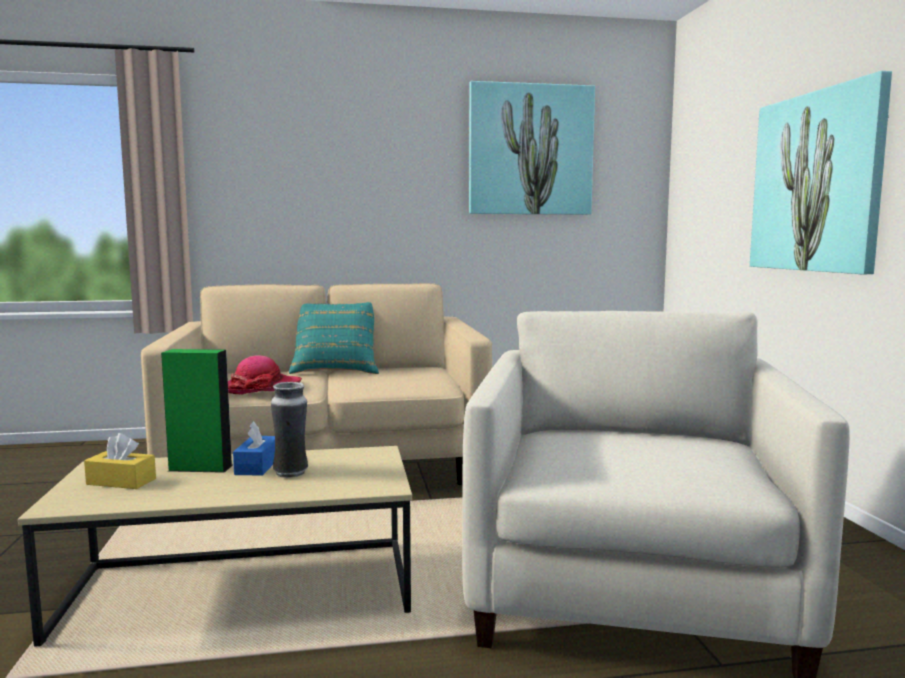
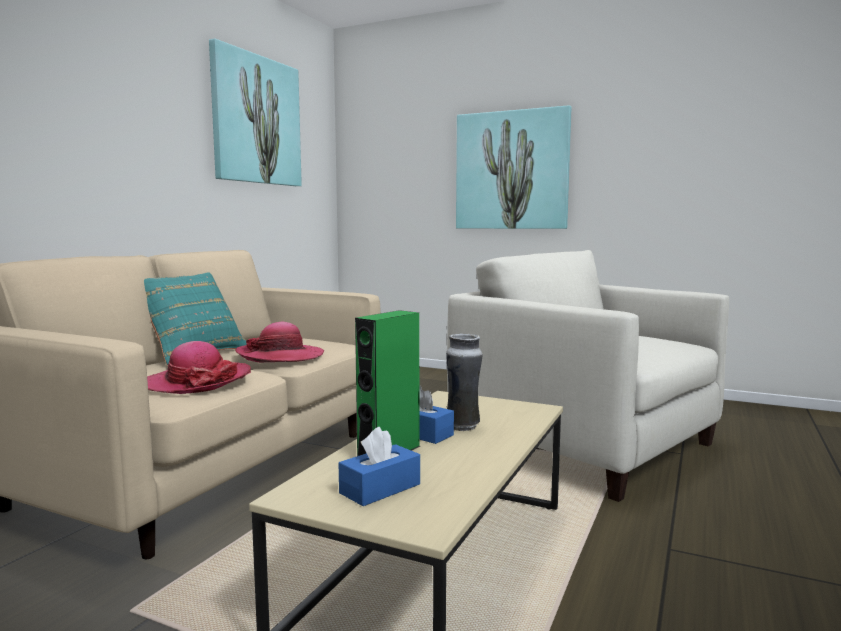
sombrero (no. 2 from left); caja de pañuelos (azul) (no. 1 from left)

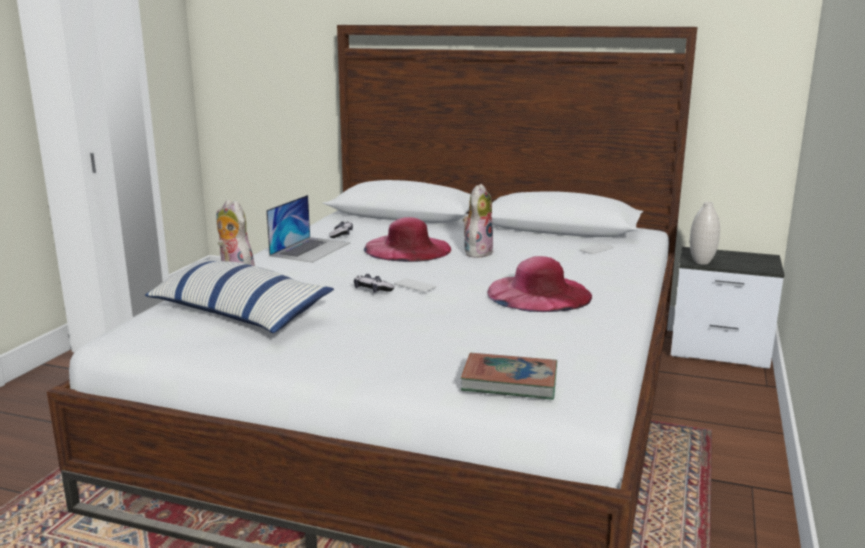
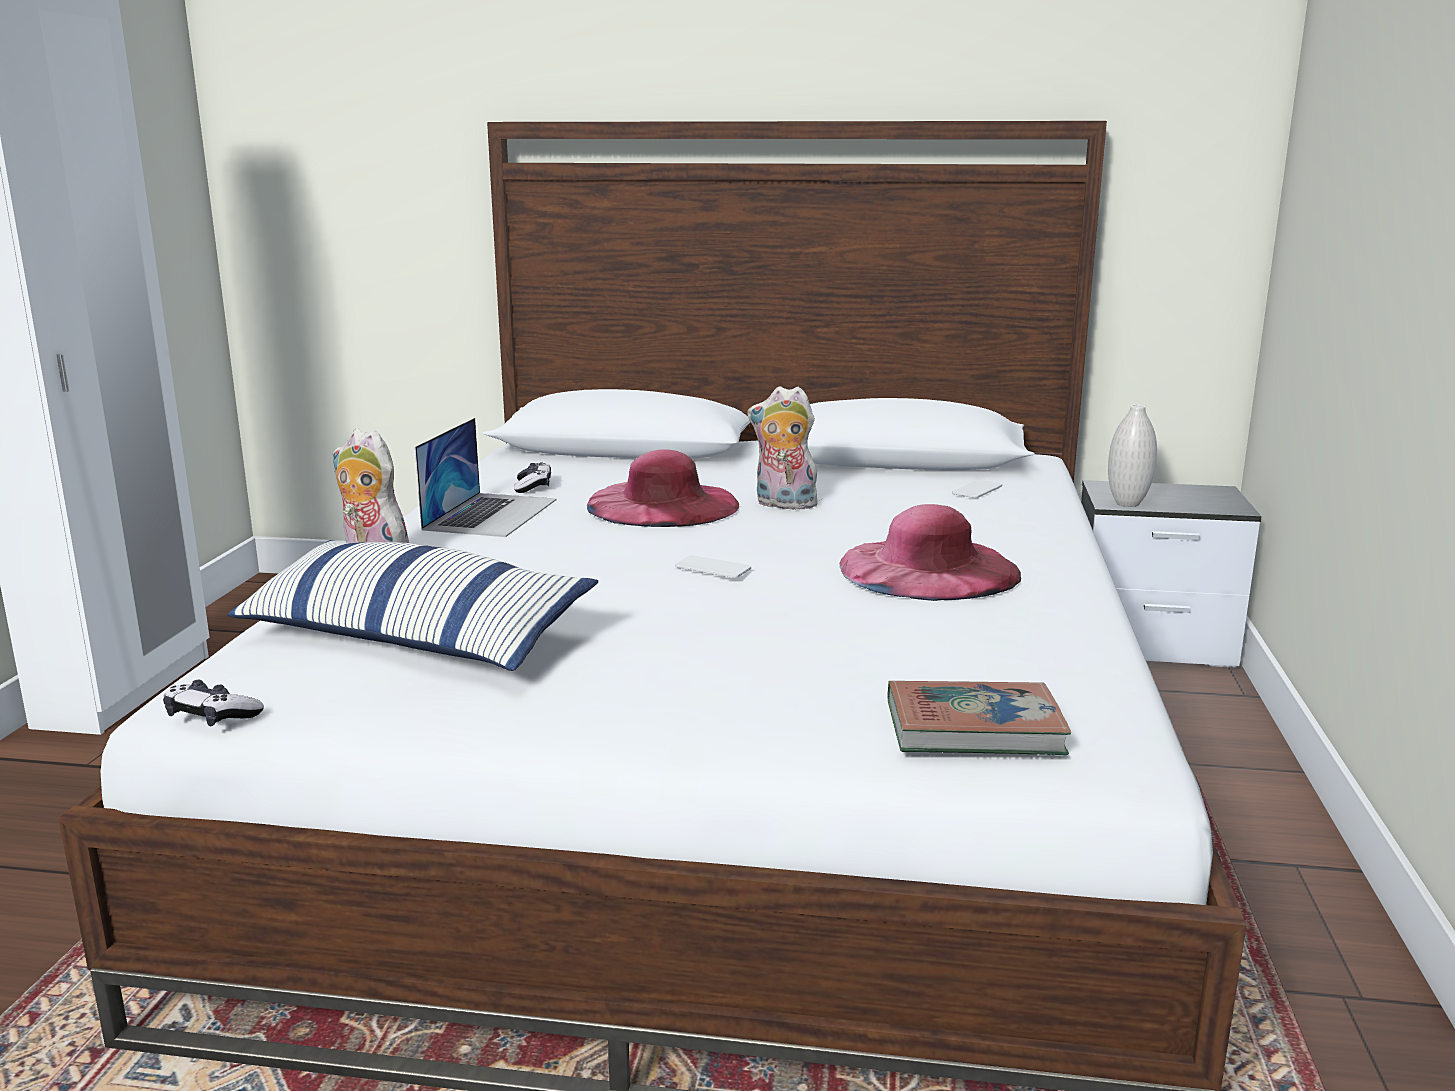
mando de consola (no. 1 from left); peluche (no. 2 from left)

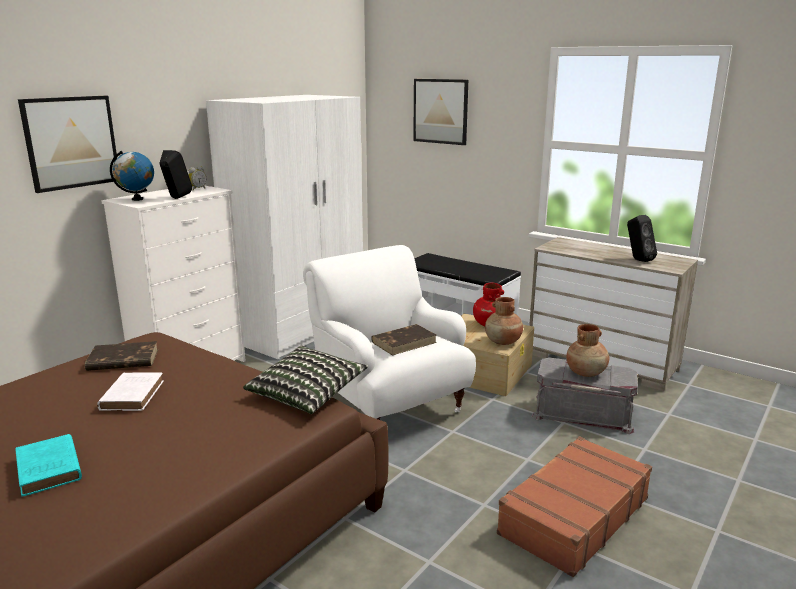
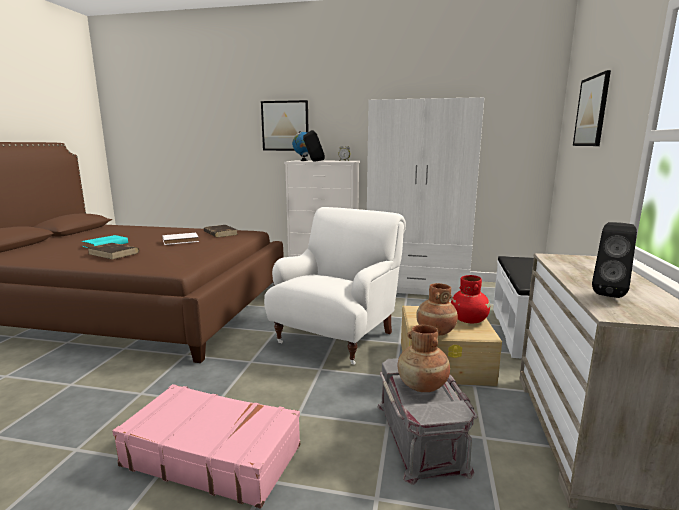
cojín; libro (marrón) (no. 1 from left); maleta (rosa)

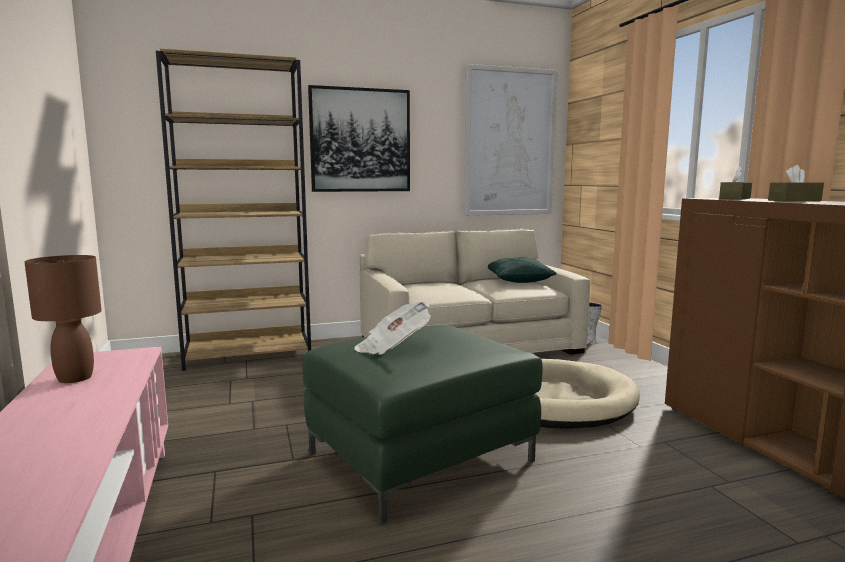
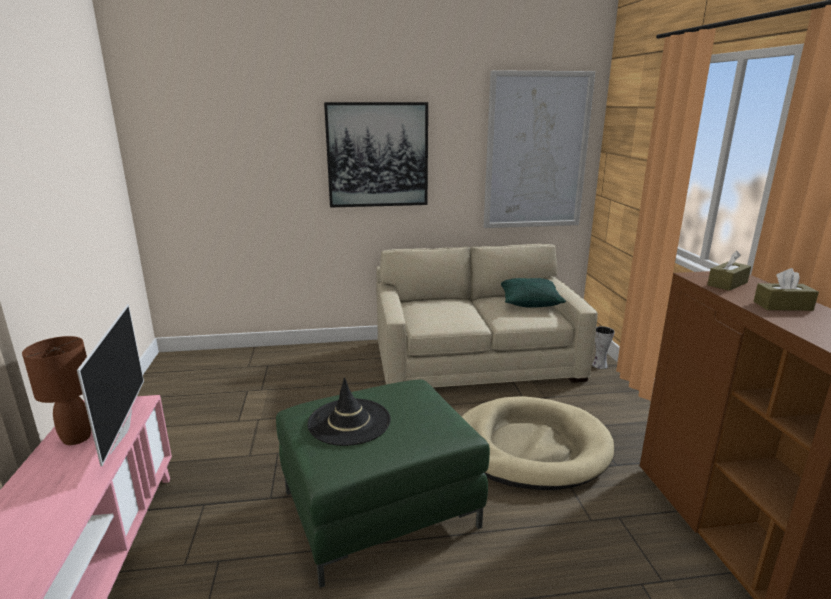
estantería (marrón); televisor; sombrero (negro)

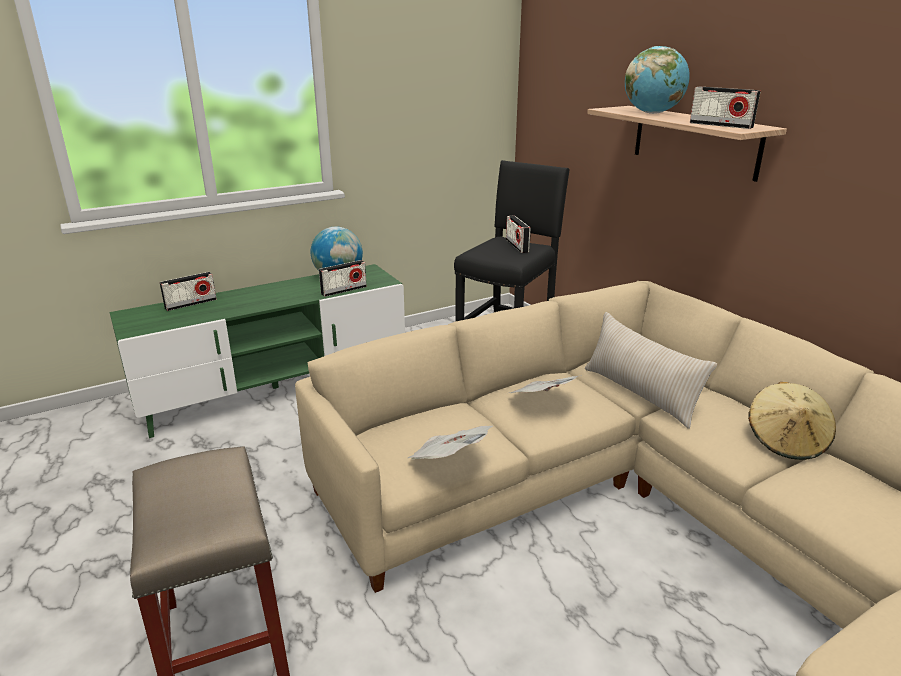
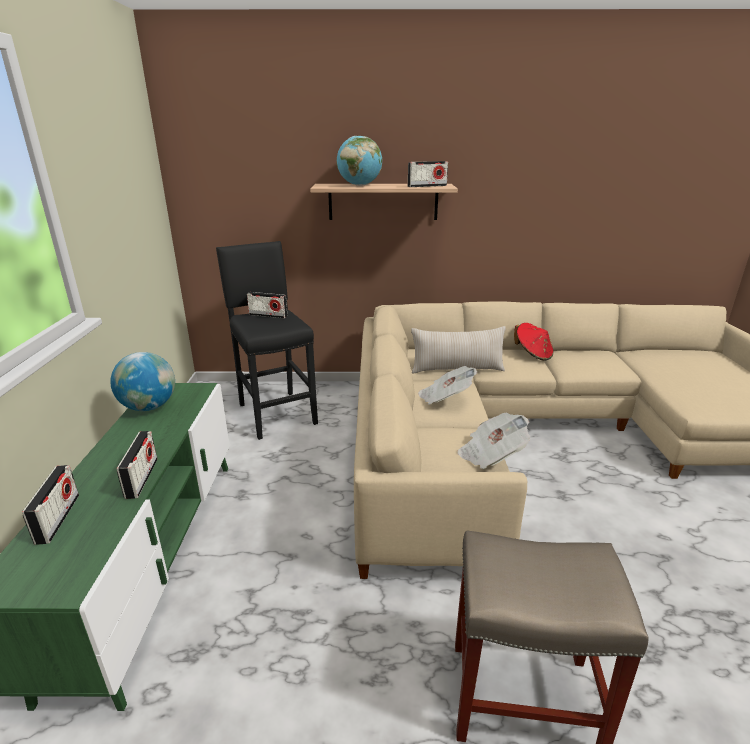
radio (no. 2 from left); sombrero (rojo)

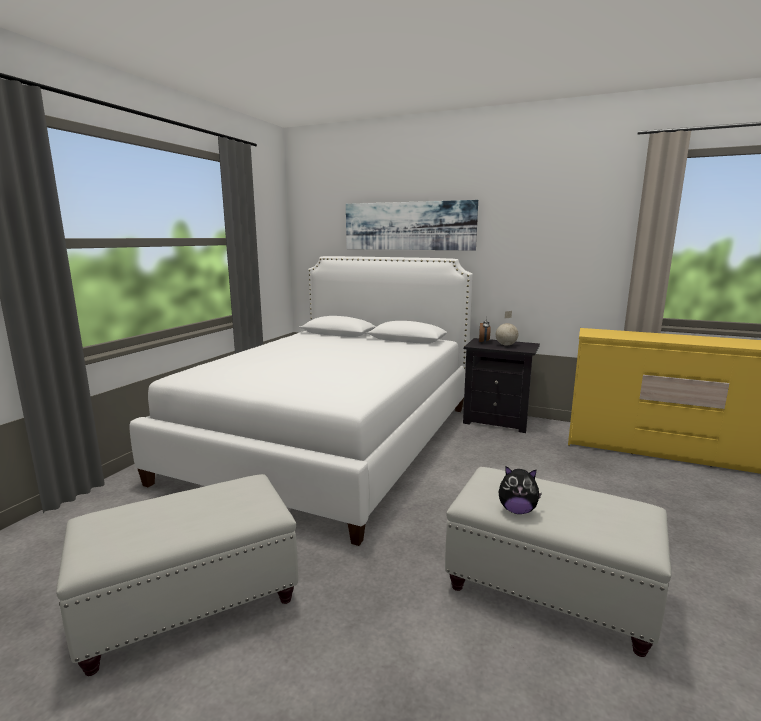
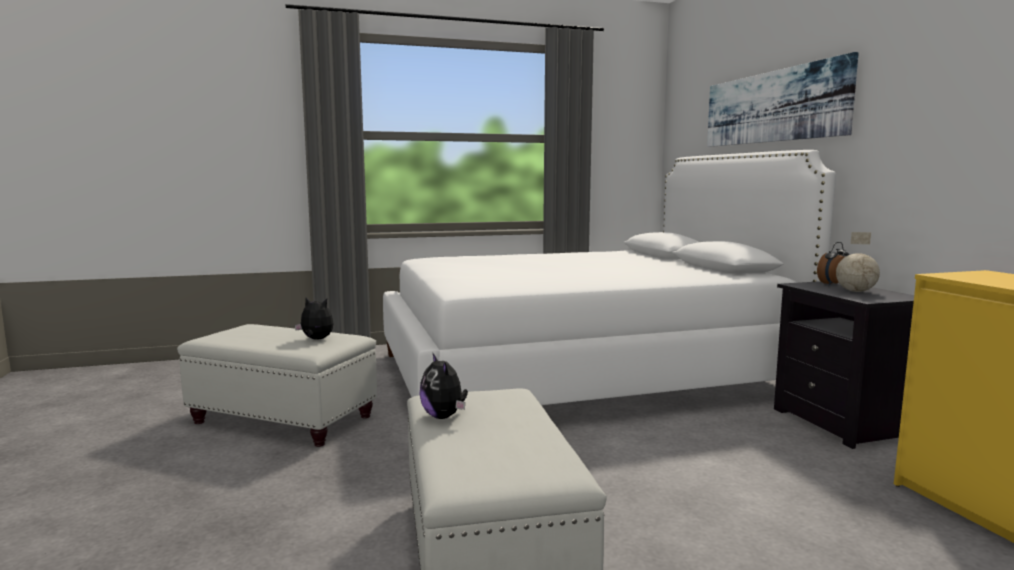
peluche (no. 1 from left)

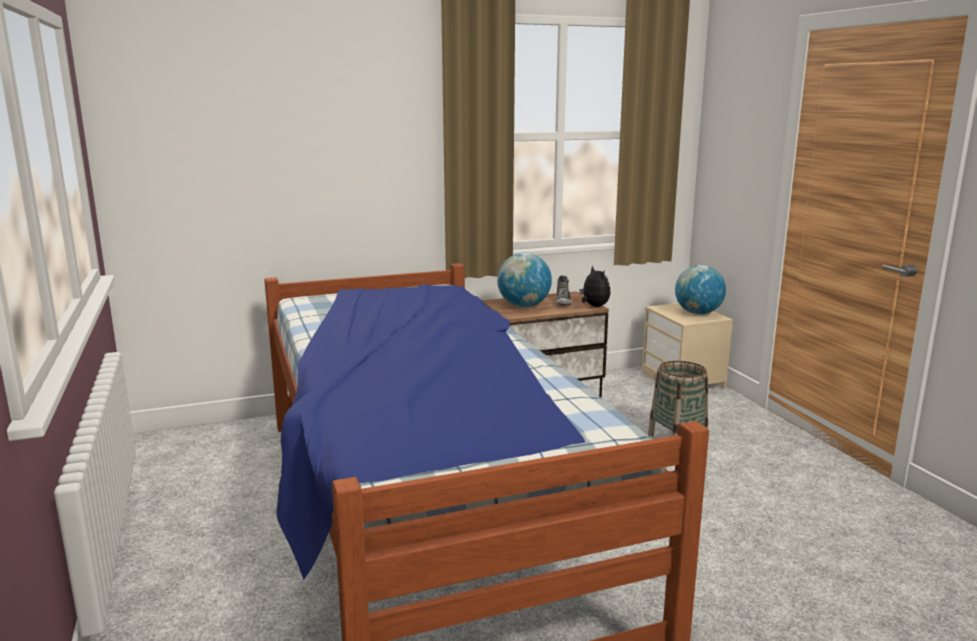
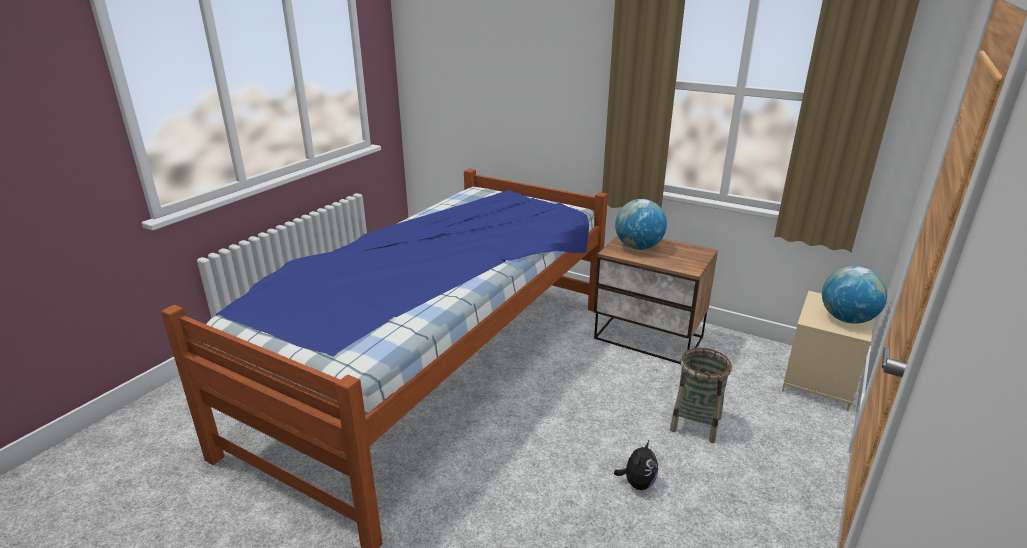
zapato; peluche

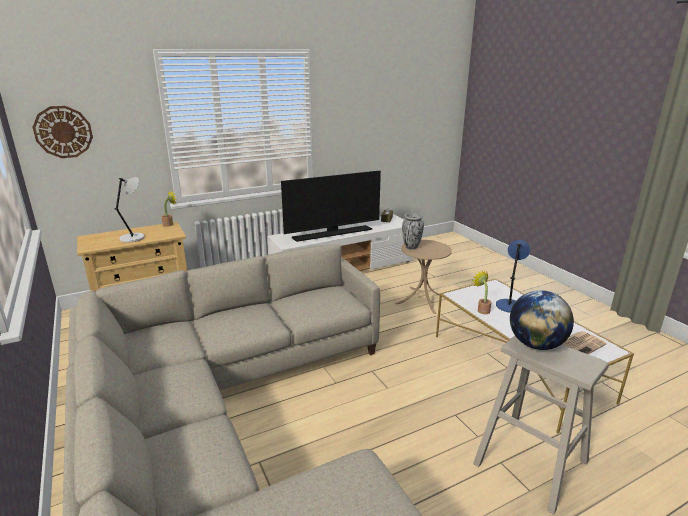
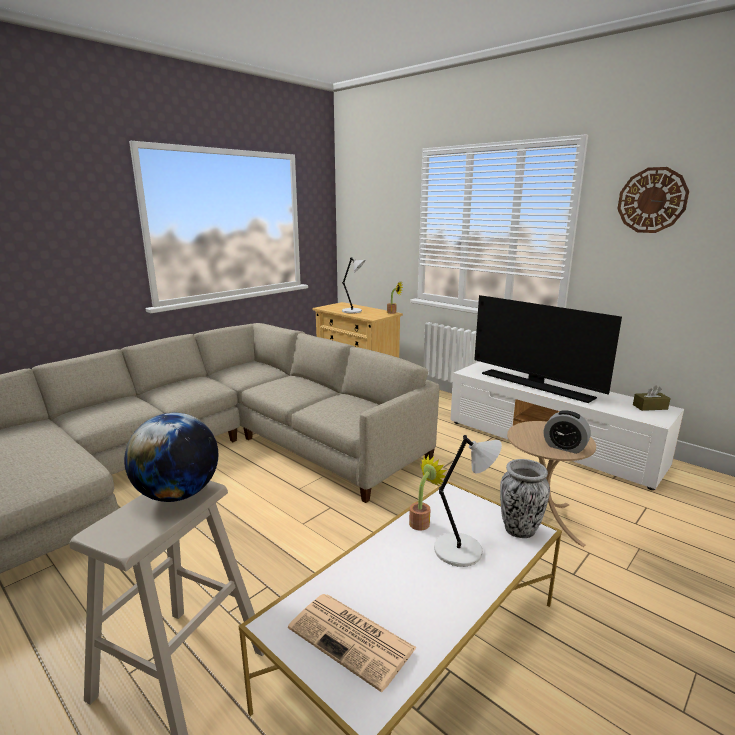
despertador; reloj de pared; florero; lámpara de mesa (gris) (no. 2 from left)

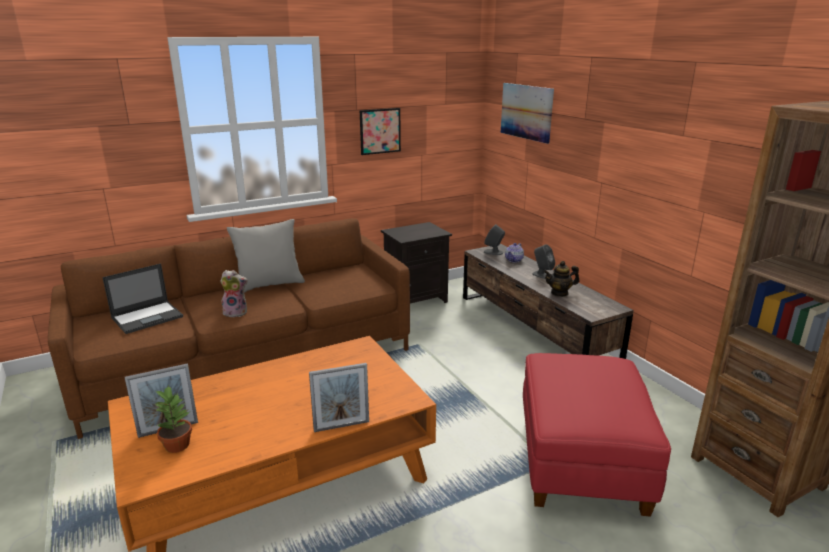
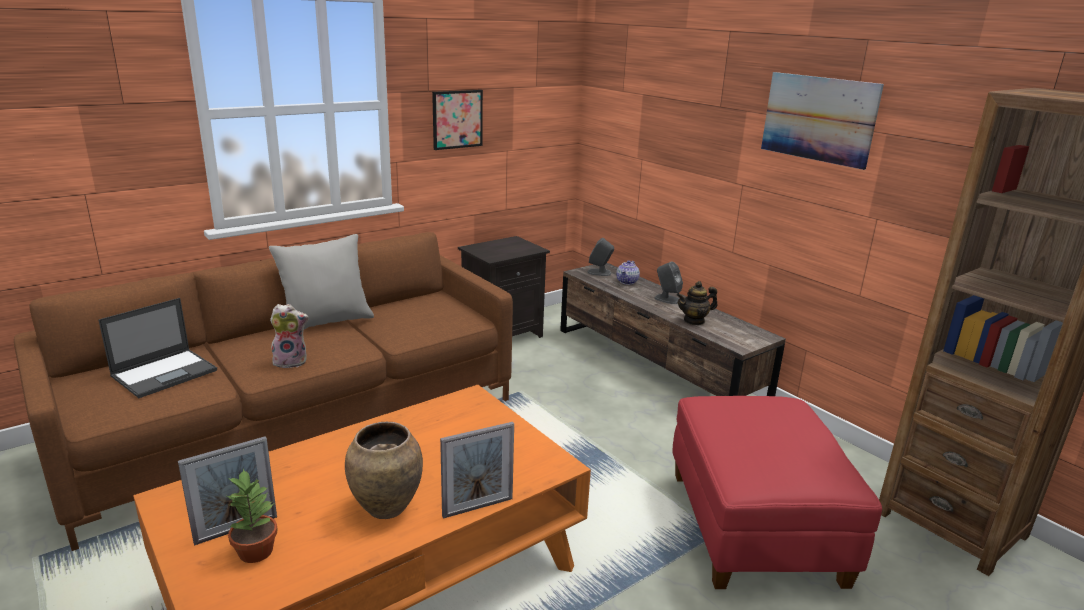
florero (marrón); cuadro (no. 2 from left)

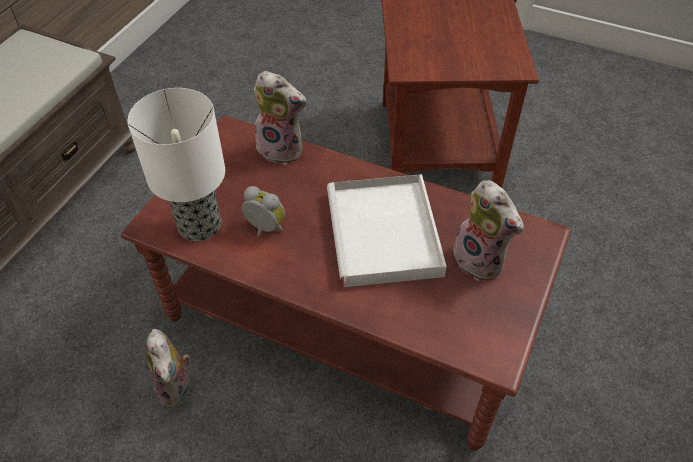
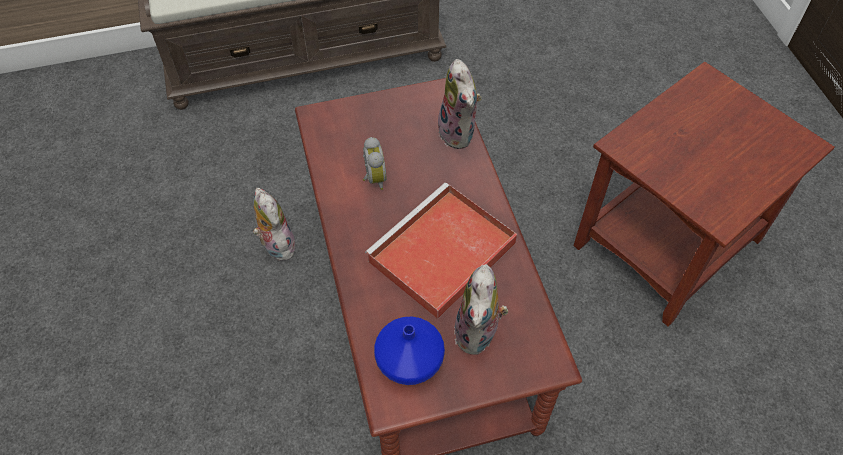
lámpara de mesa; florero (azul); bandeja (rojo); peluche (no. 1 from left)

